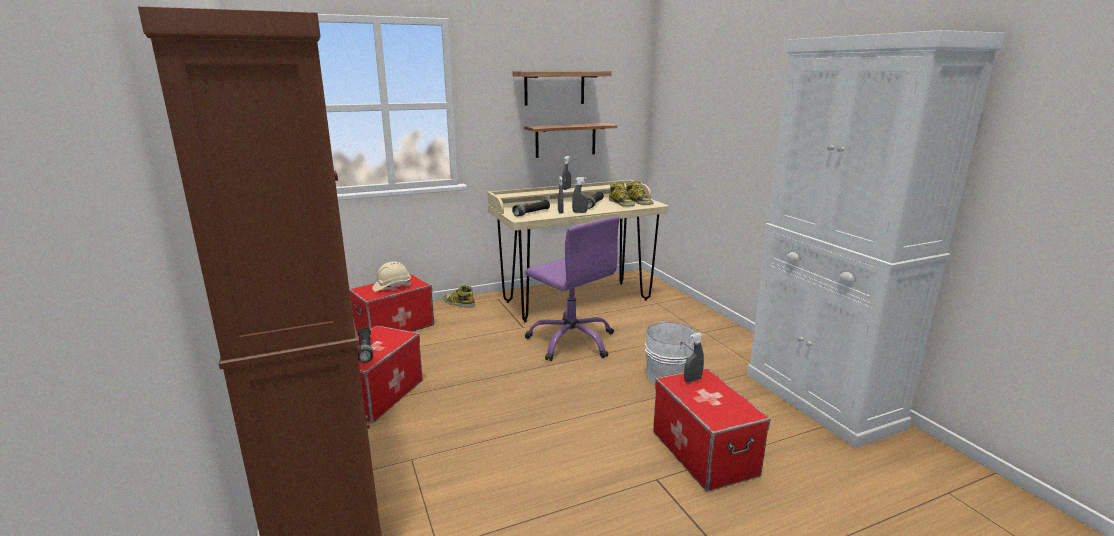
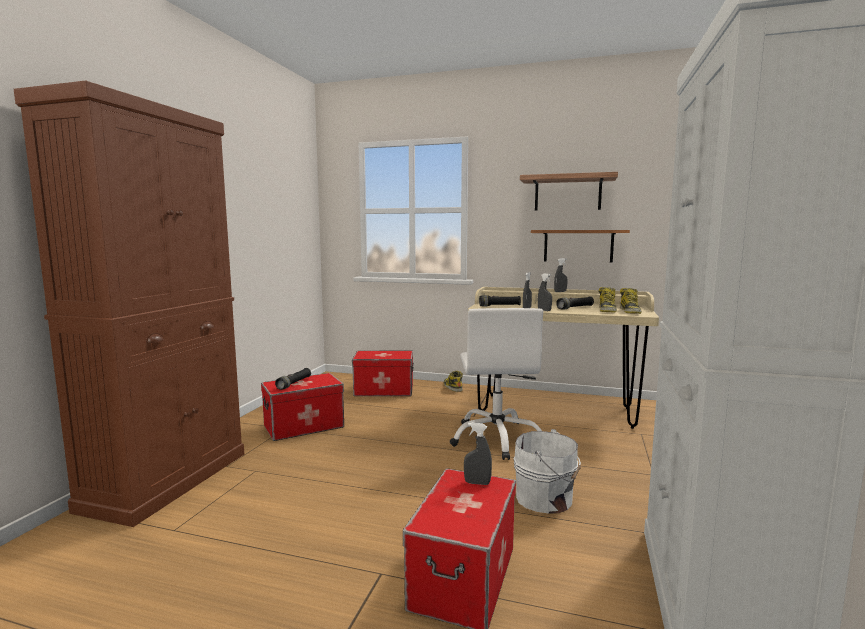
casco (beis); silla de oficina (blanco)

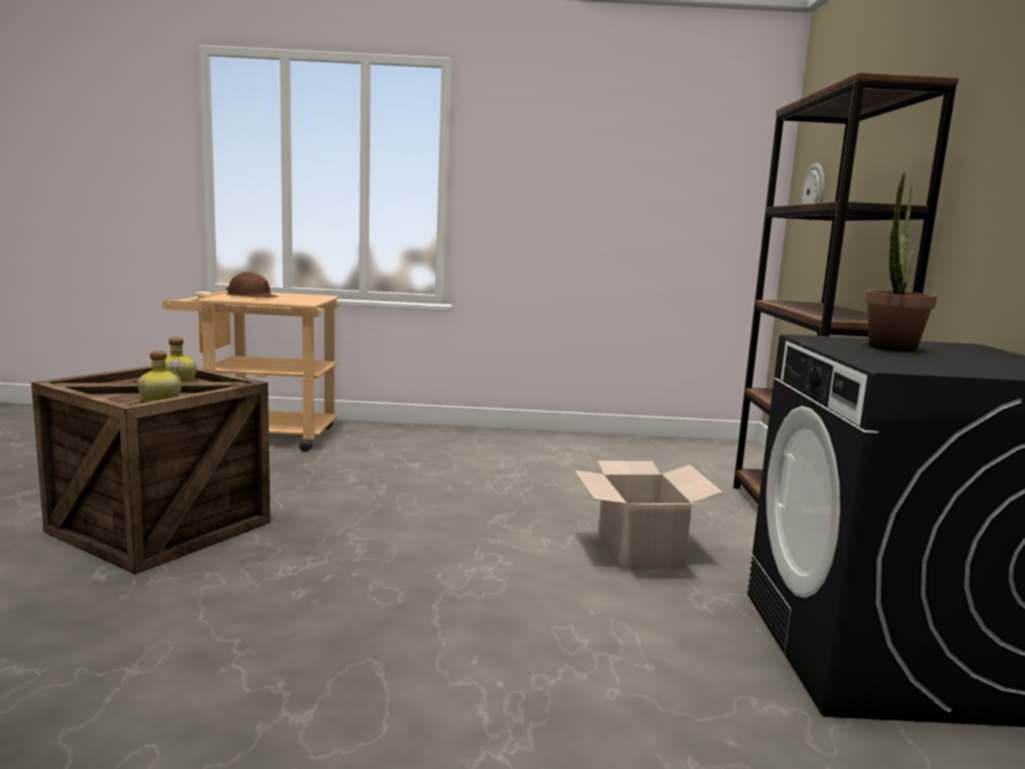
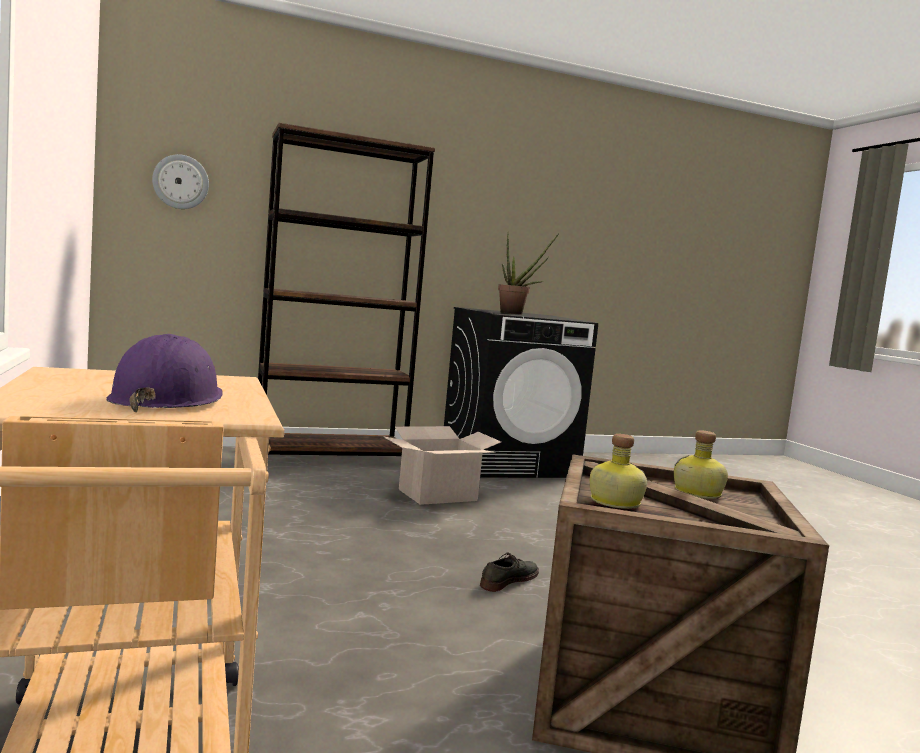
zapato (gris); casco (morado)

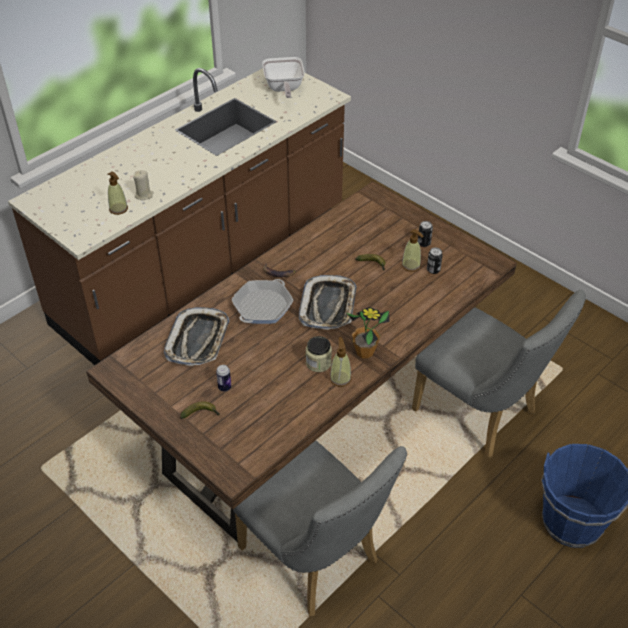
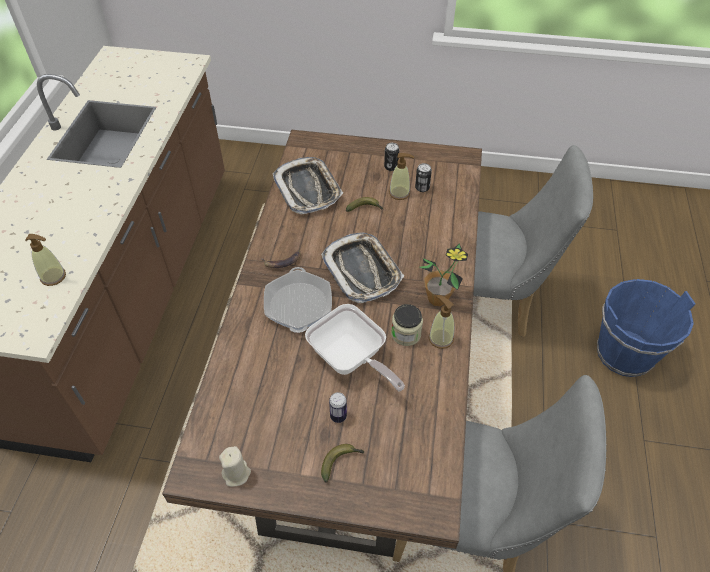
vela (beis); bandeja (no. 1 from left); sartén (no. 2 from left)

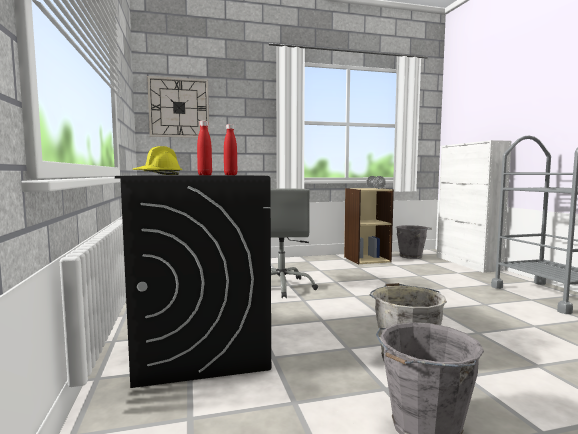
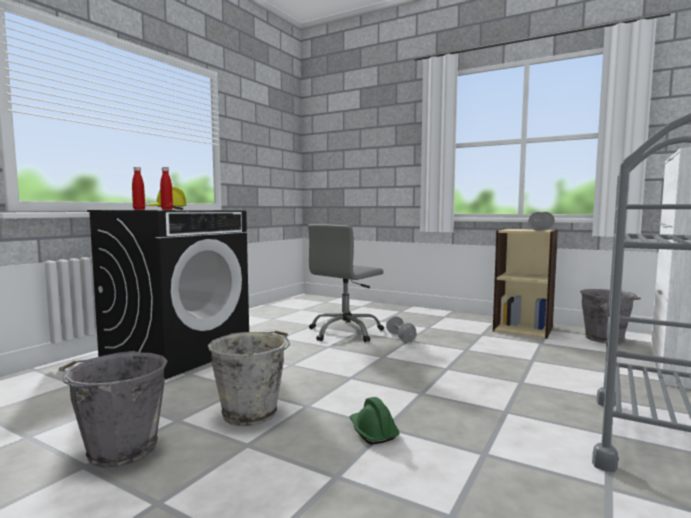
reloj de pared; casco (verde); mancuerna (gris) (no. 1 from left)

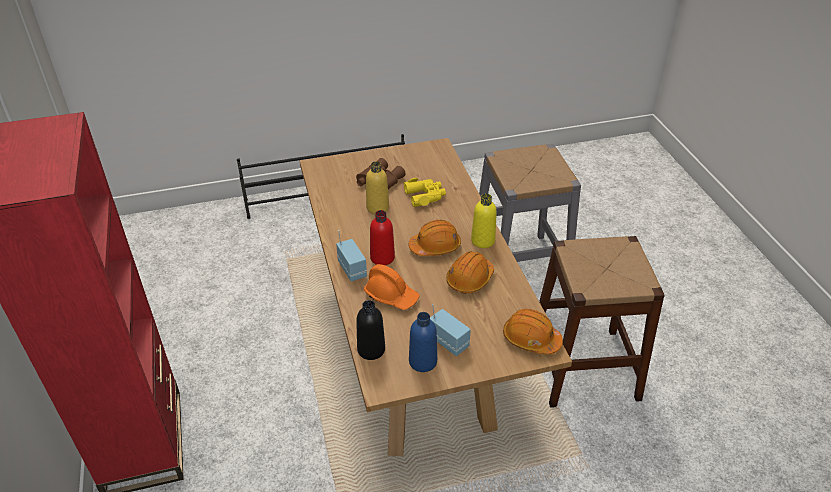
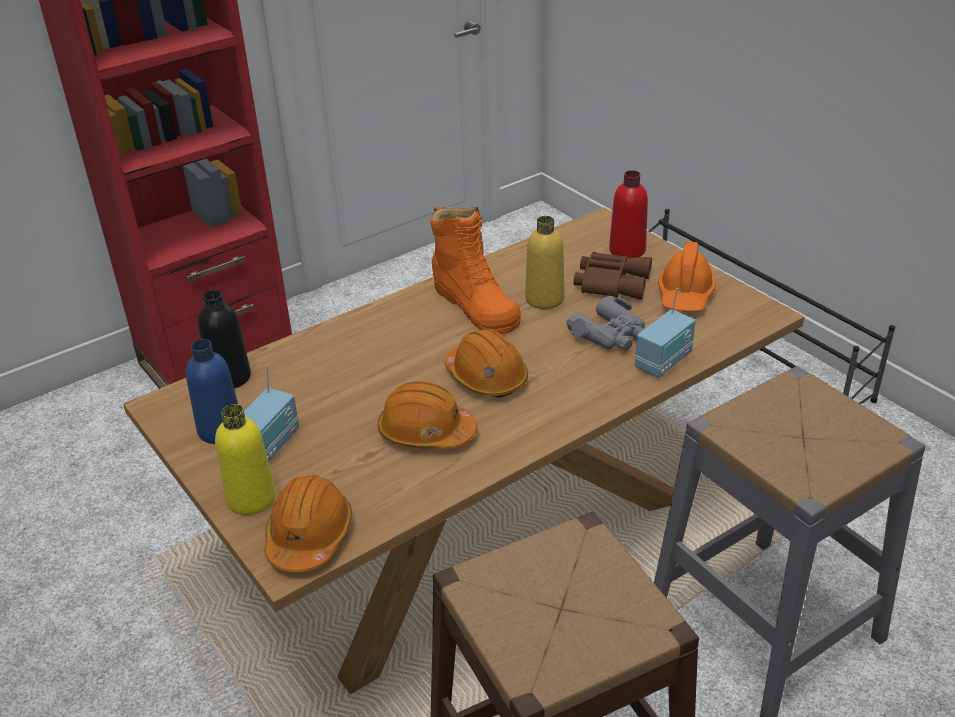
bota (naranja); radio (no. 2 from left); casco (naranja) (no. 4 from left); botella (rojo); botella (amarillo) (no. 1 from left); prismáticos (gris)

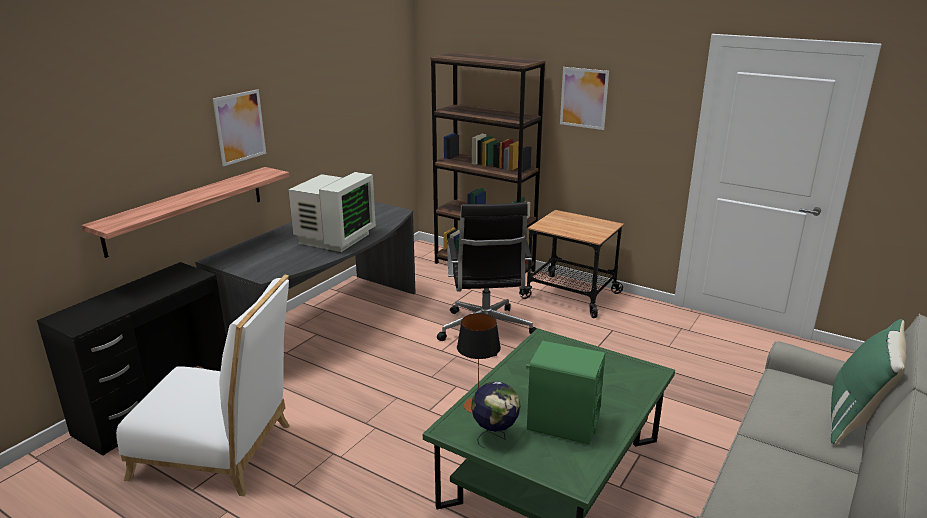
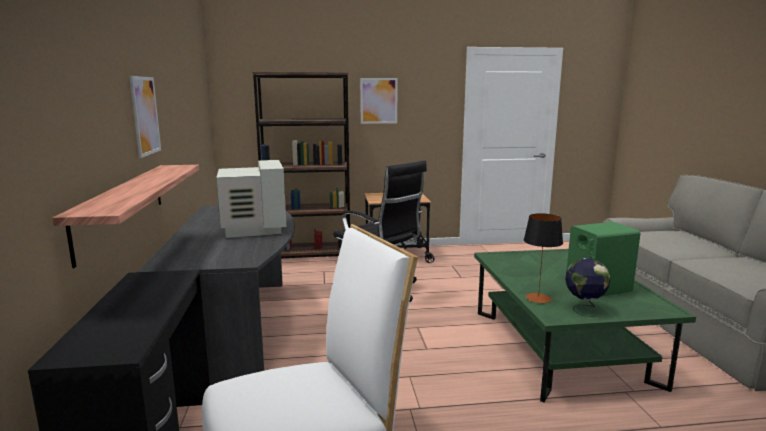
cojín (verde)

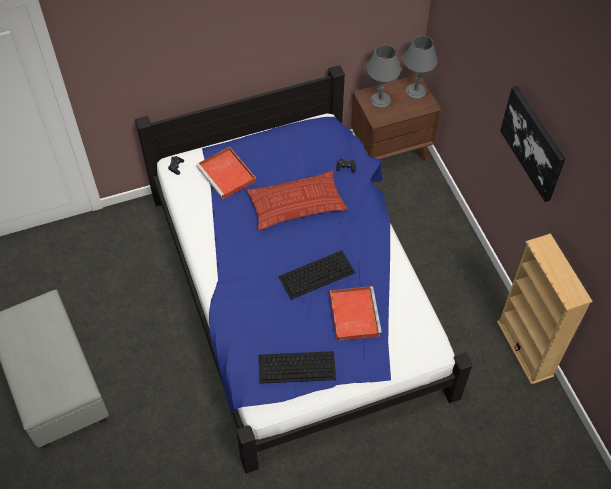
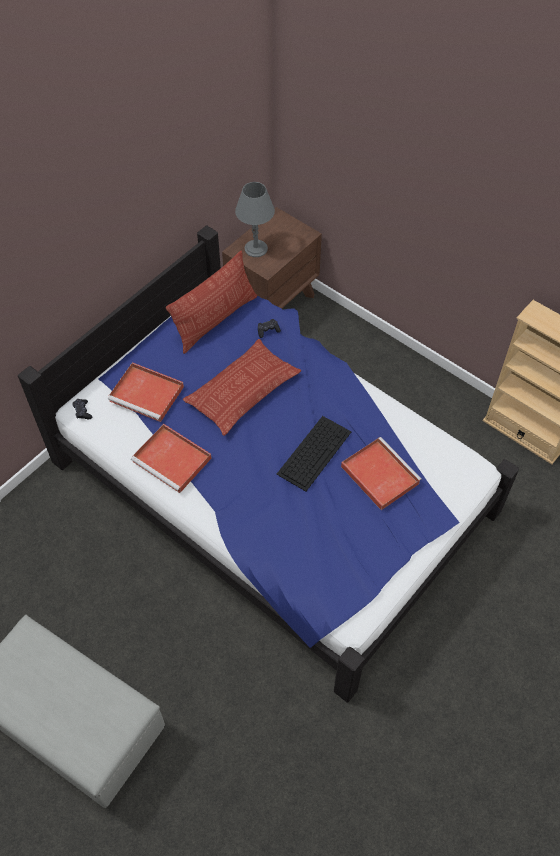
teclado (no. 1 from left in the first image); lámpara de mesa (gris) (no. 2 from left in the first image); cuadro; bandeja (rojo) (no. 2 from left); cojín (no. 1 from left)

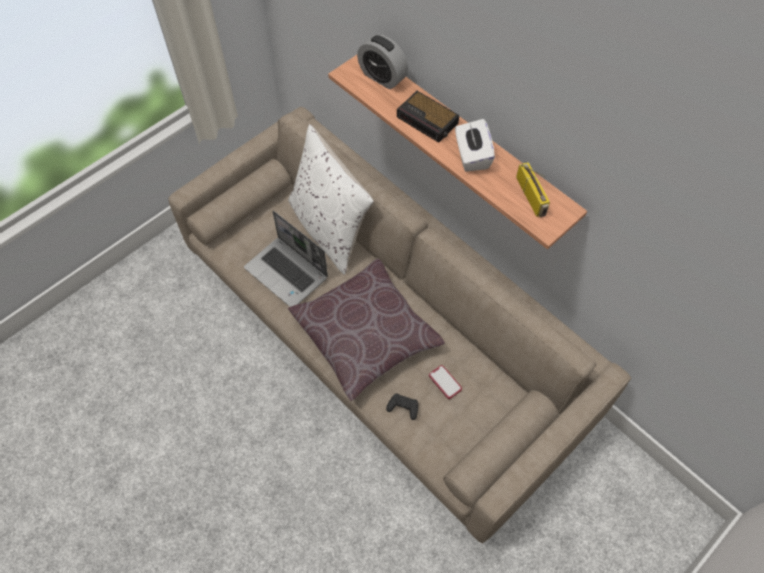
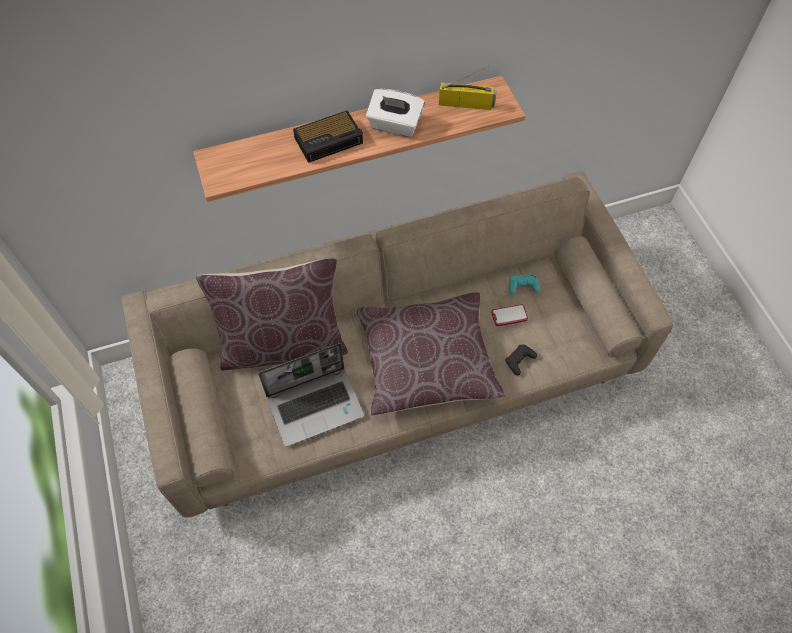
despertador (no. 1 from left in the first image); mando de consola (turquesa); cojín (marrón) (no. 1 from left)

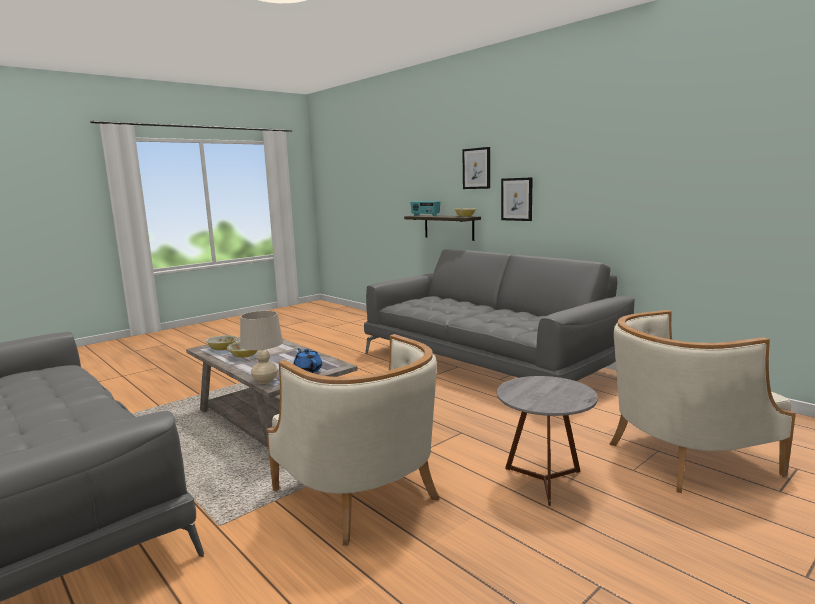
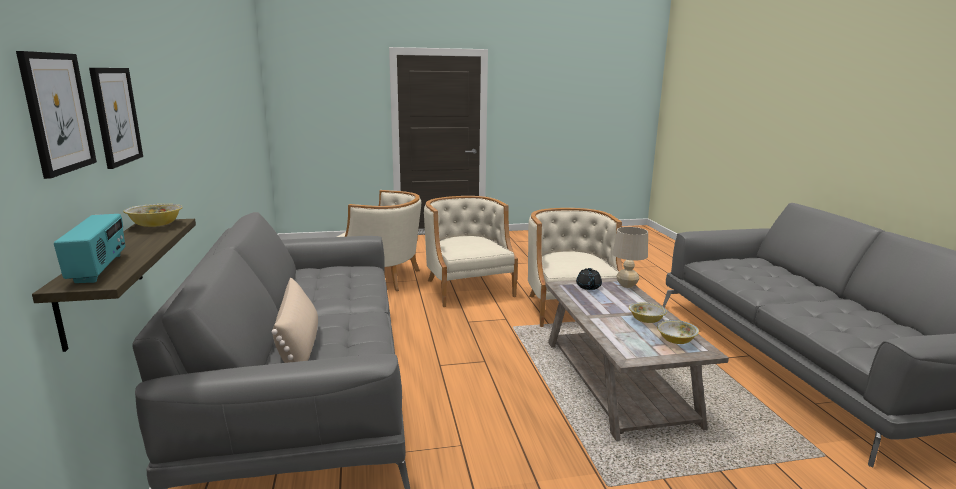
cojín (beis); cuadro (no. 1 from left); sillón (beis) (no. 2 from left); tetera (negro)

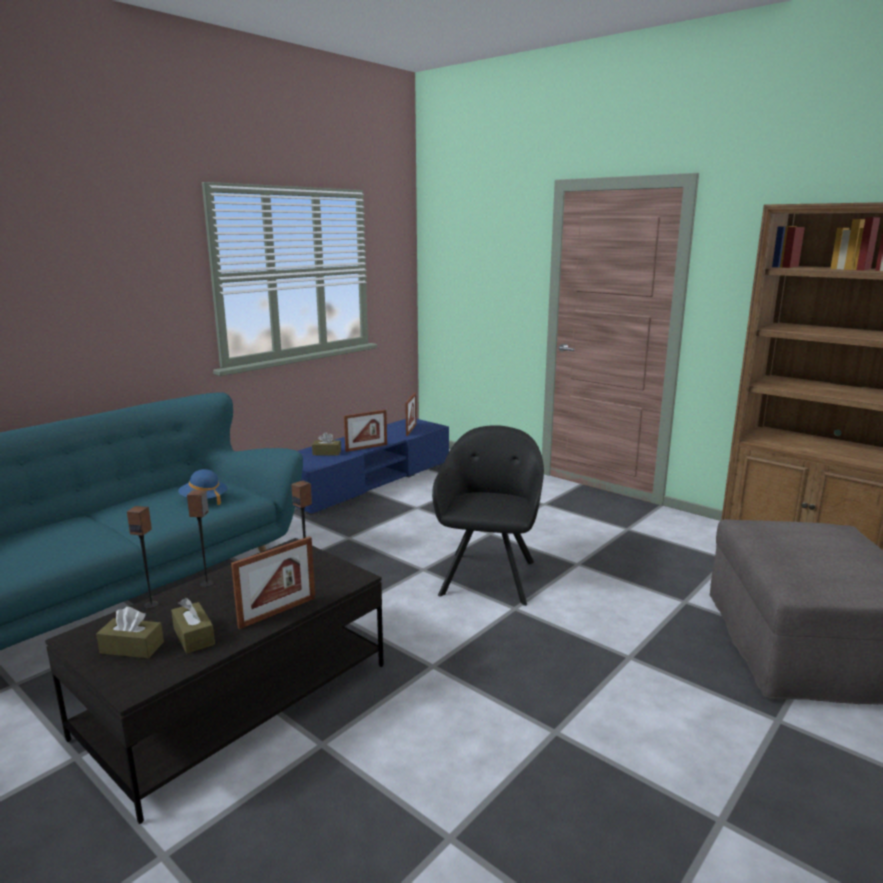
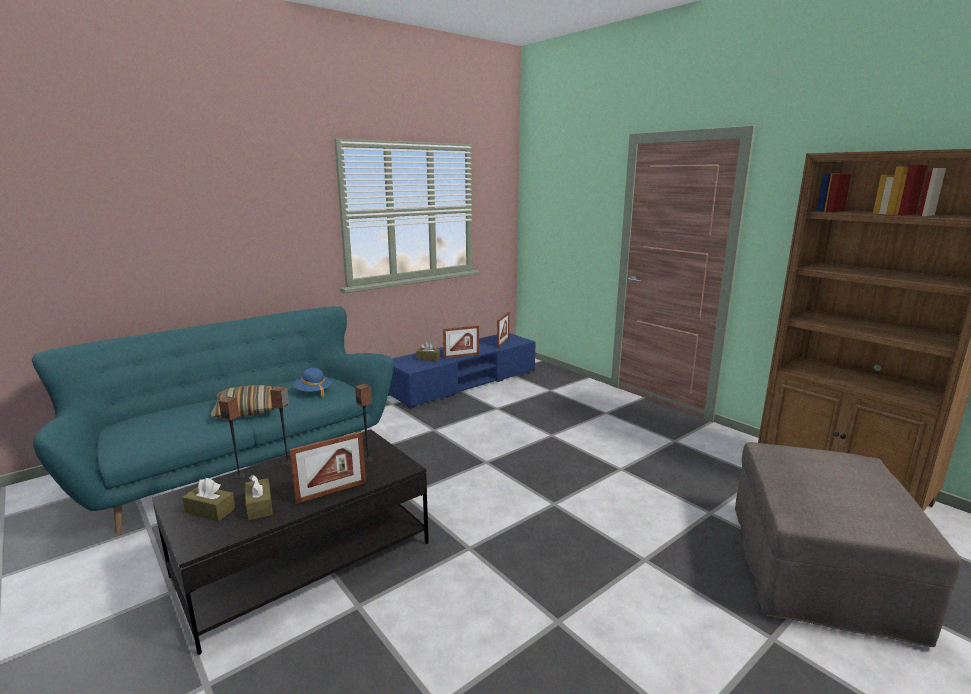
sillón (negro); cojín

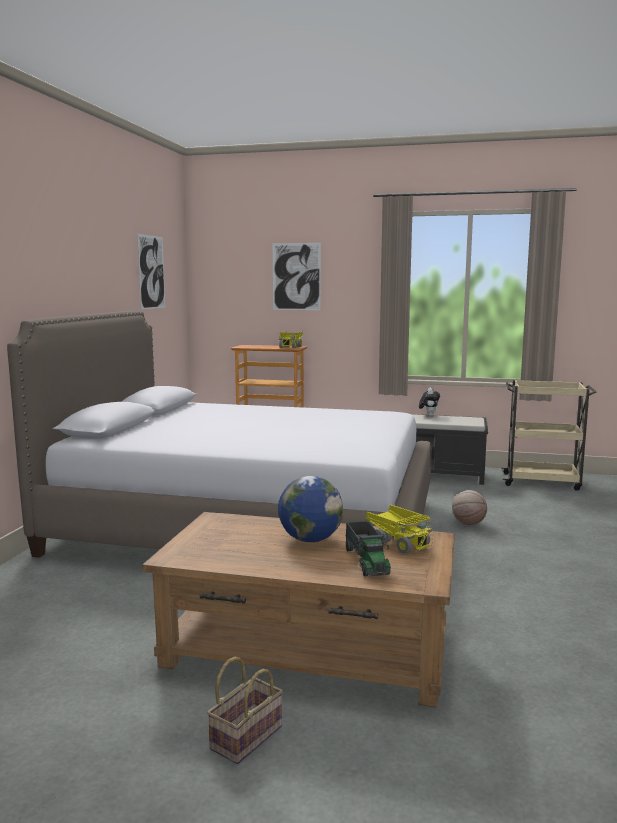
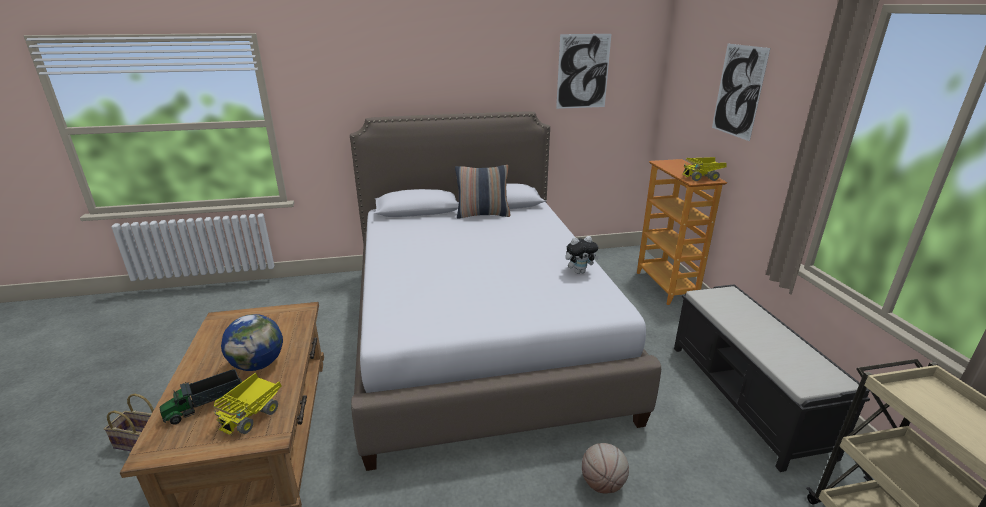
cojín; peluche

